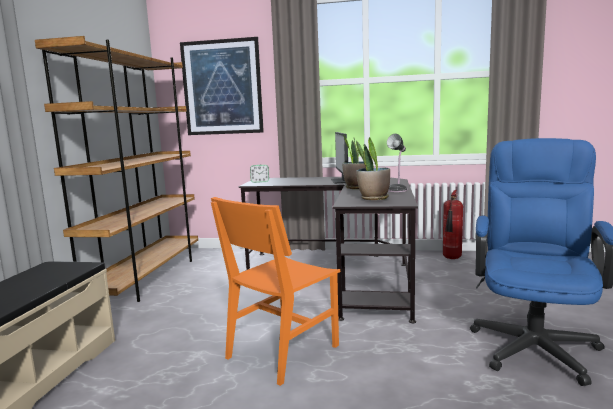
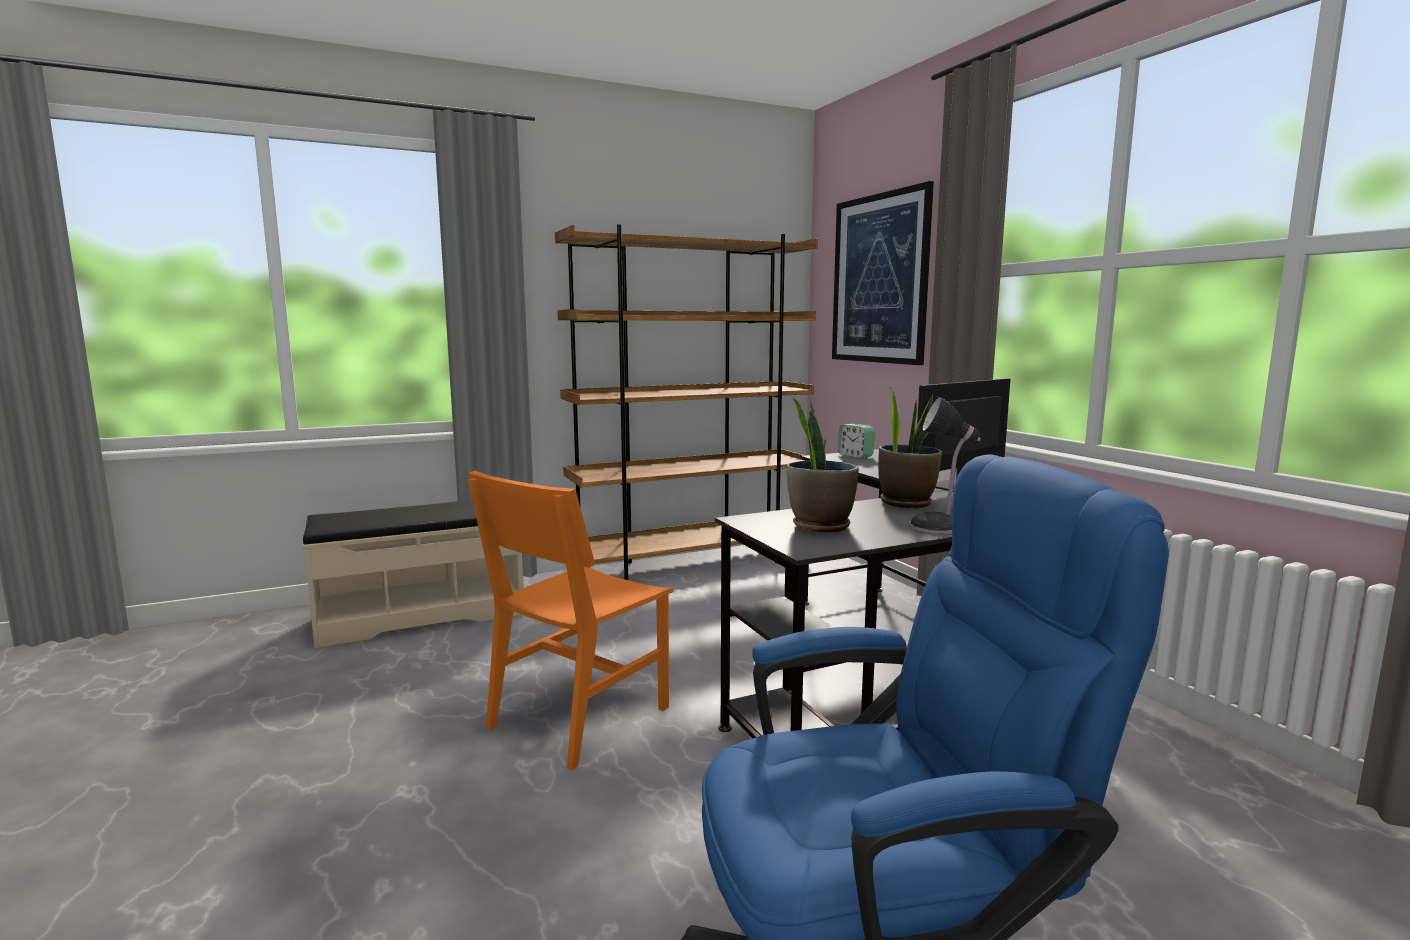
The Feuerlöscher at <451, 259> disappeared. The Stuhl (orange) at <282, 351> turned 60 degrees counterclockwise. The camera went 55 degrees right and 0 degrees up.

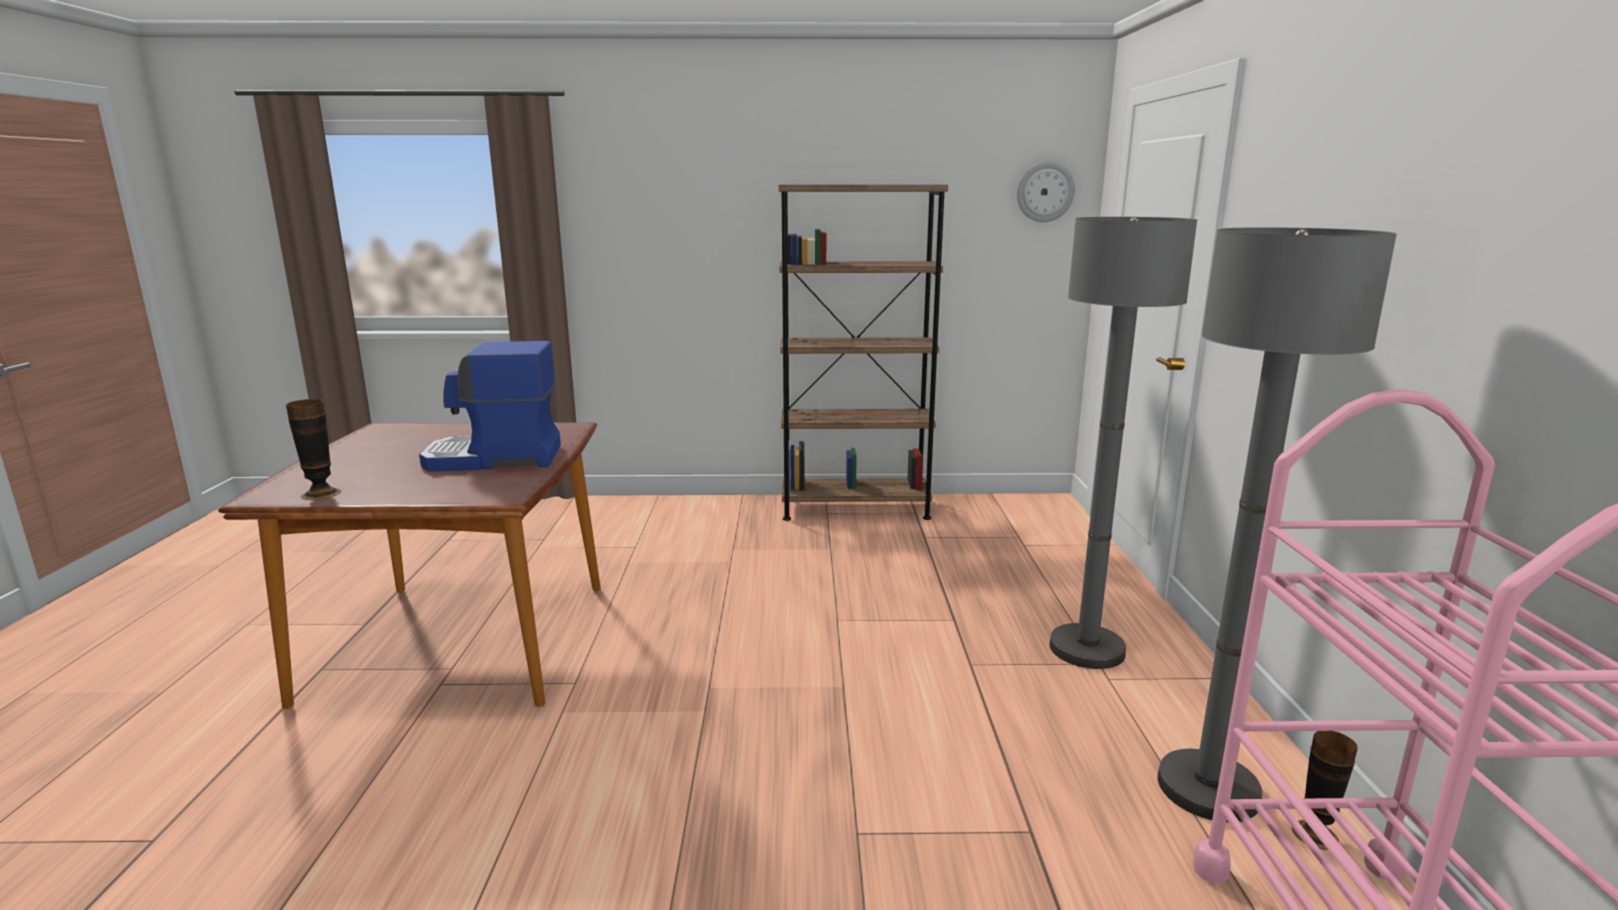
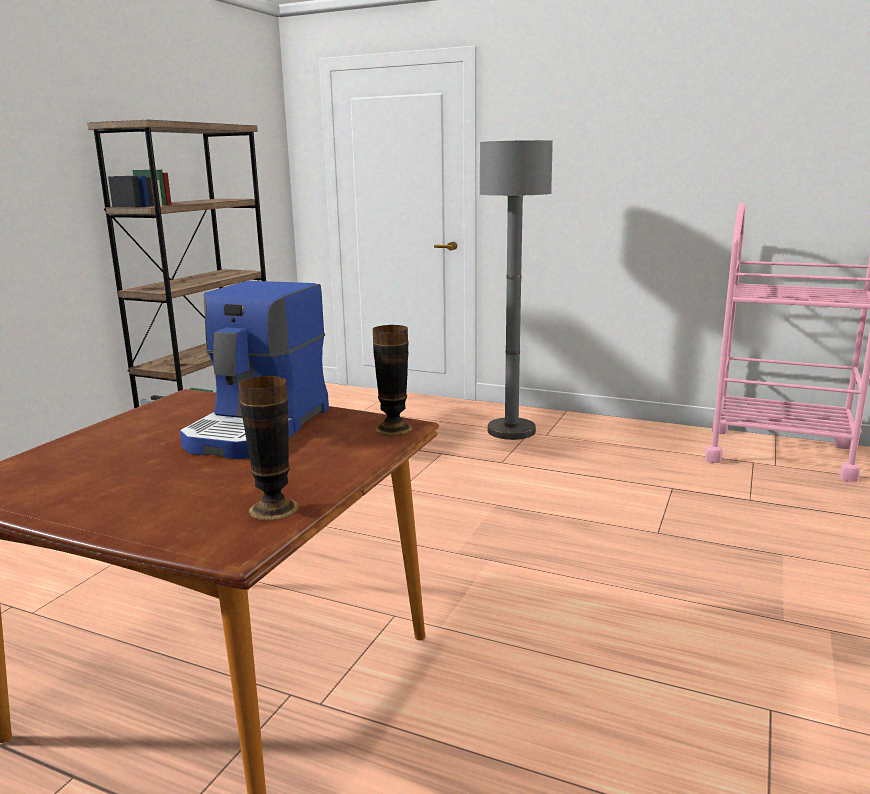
The Wanduhr at <1045, 192> disappeared. The Stehlampe (grau) at <1208, 788> disappeared. The Vase moved from <1314, 834> to <393, 428>. The camera went 65 degrees left and 0 degrees up.

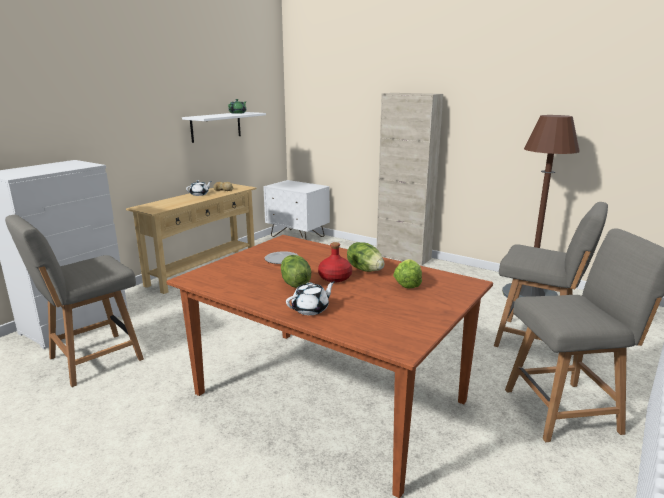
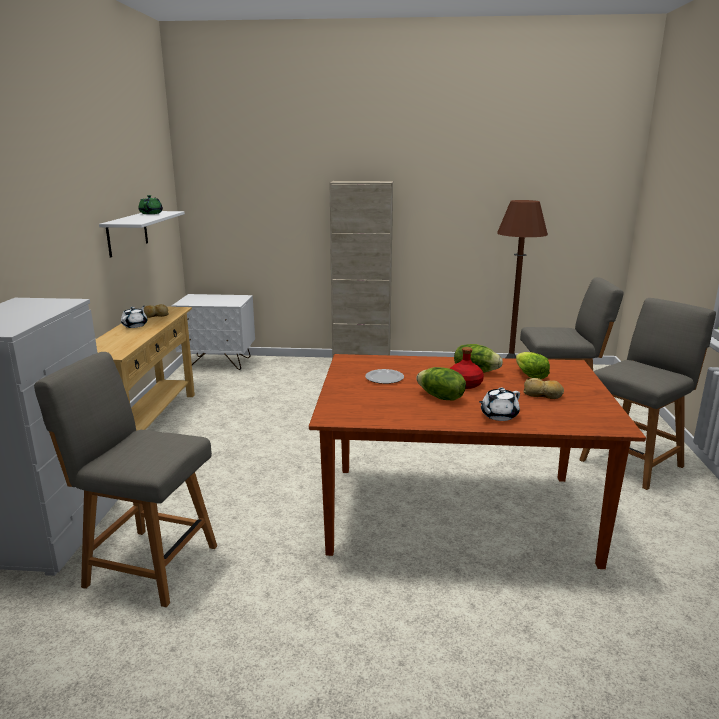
The Stuhl (grau) at <92, 360> turned 90 degrees clockwise. The Teekanne (weiß) at <311, 309> turned 150 degrees counterclockwise. The Brot at <543, 394> appeared. The camera went 30 degrees left and 0 degrees up.

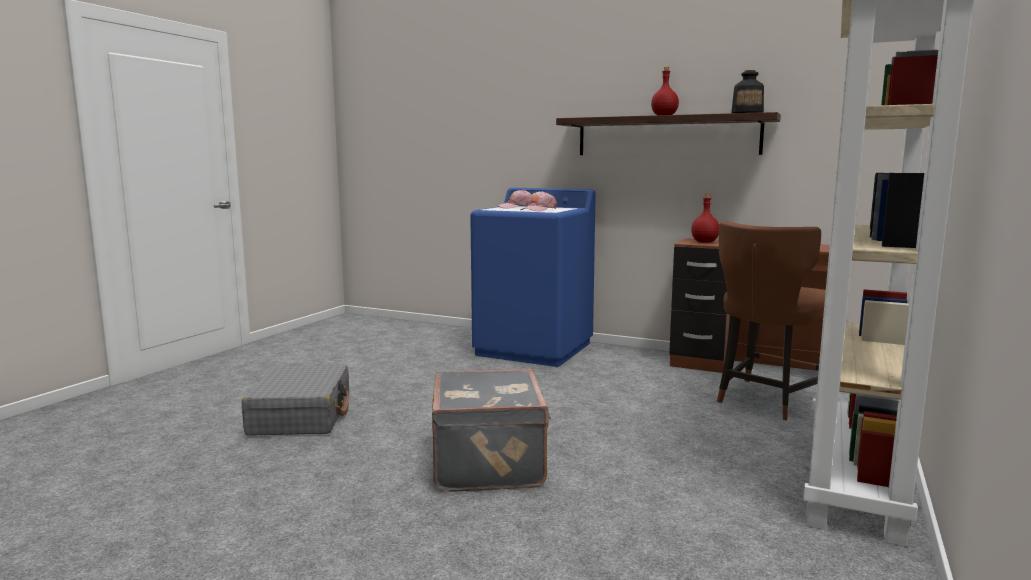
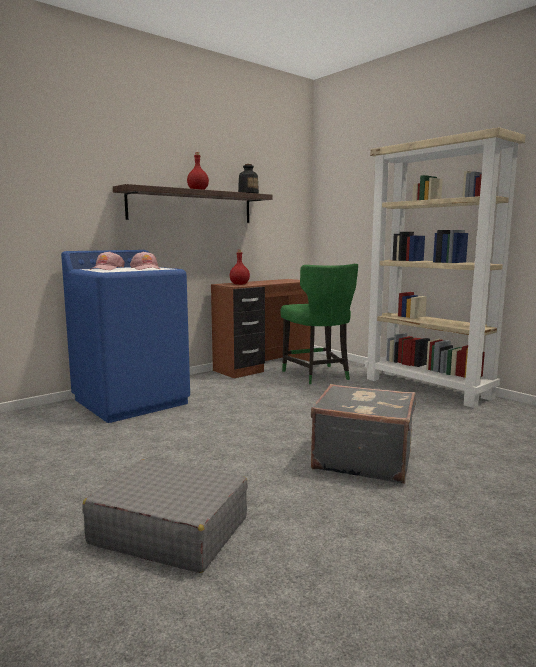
The Stuhl (braun) at <767, 400> became the Stuhl (grün) at <317, 375>. The camera went 65 degrees left and 0 degrees up.

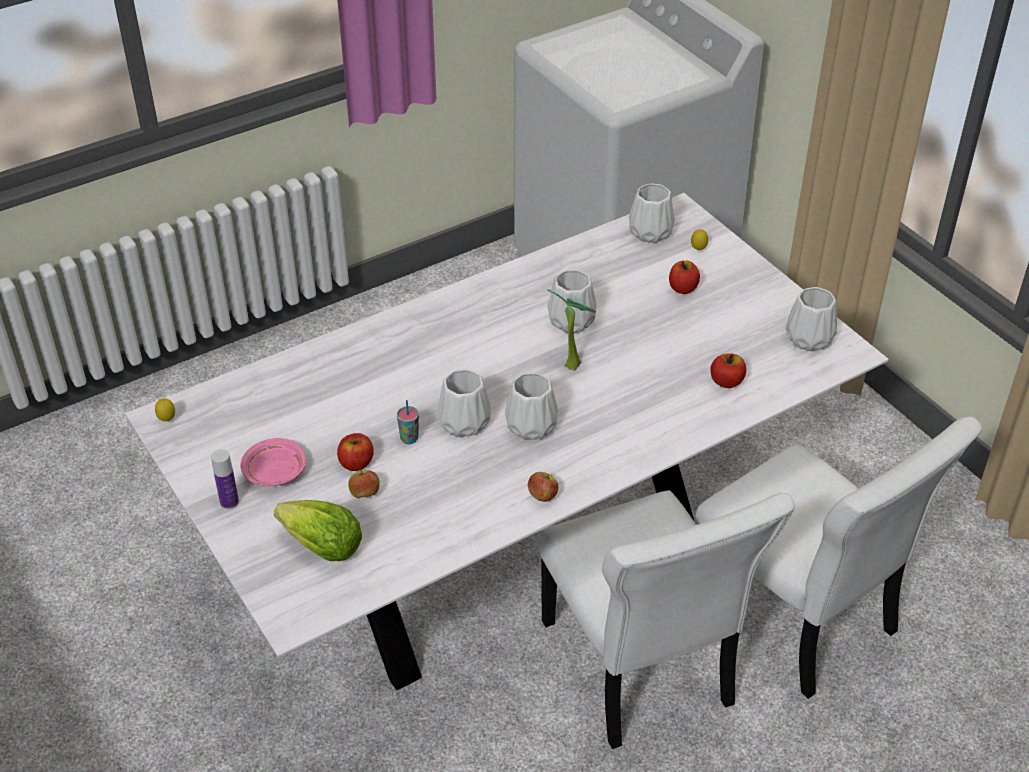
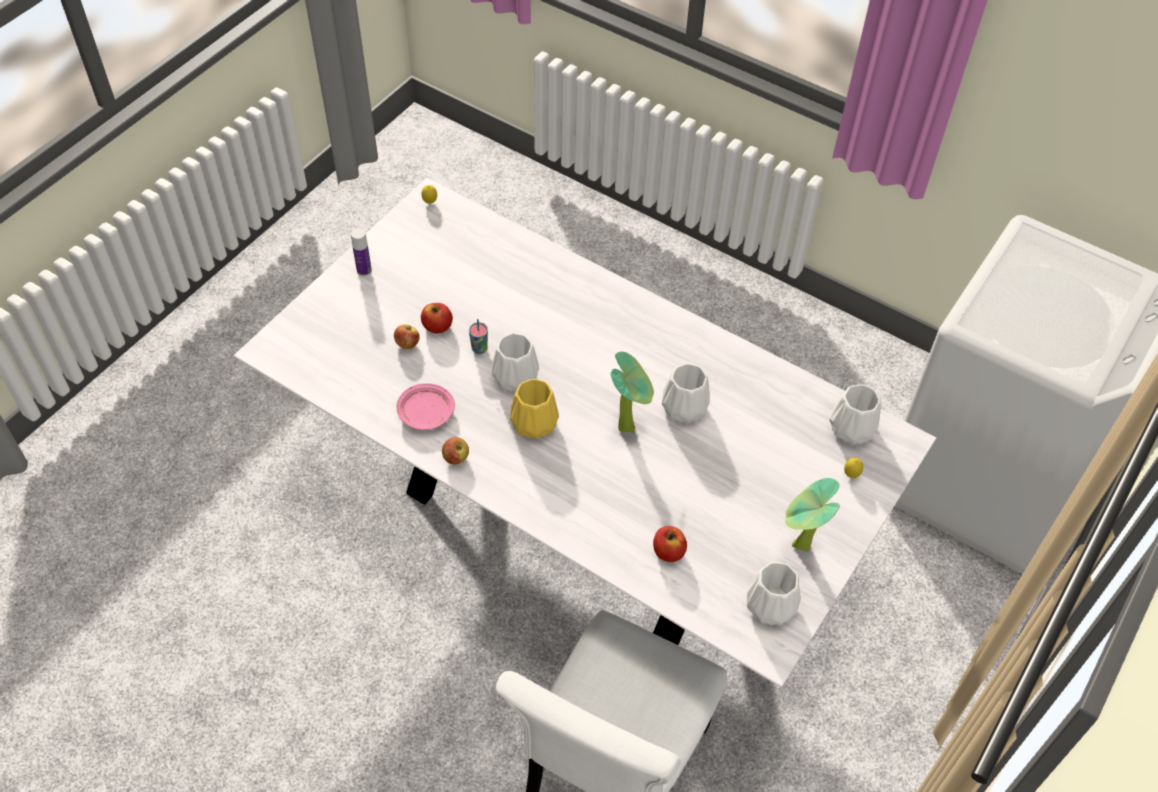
The Apfel at <683, 288> disappeared. The Vase (weiß) at <531, 425> became the Vase (gelb) at <535, 423>. The Teller (rosa) moved from <274, 471> to <425, 413>. The Stuhl (weiß) at <639, 669> disappeared. The Salatkopf at <322, 547> disappeared. The Topfpflanze at <798, 548> appeared. The camera went 65 degrees right and 10 degrees up.

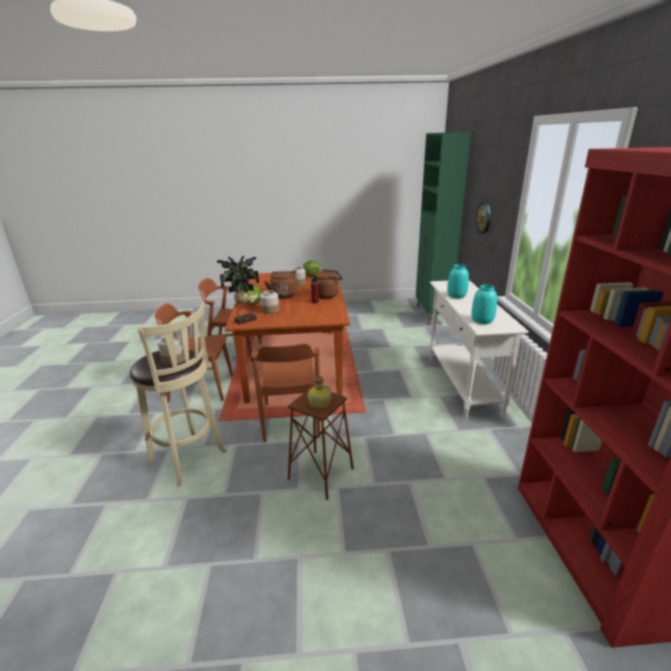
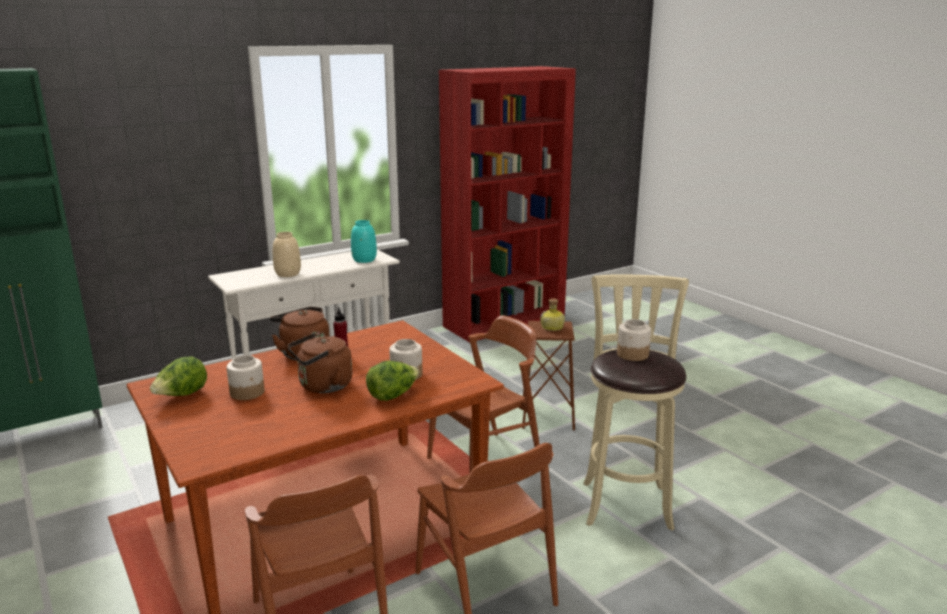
The Wanduhr at <484, 217> disappeared. The Topfpflanze at <244, 320> disappeared. The Vase (türkis) at <456, 295> became the Vase (beige) at <287, 274>. The camera went 120 degrees left and 5 degrees down.

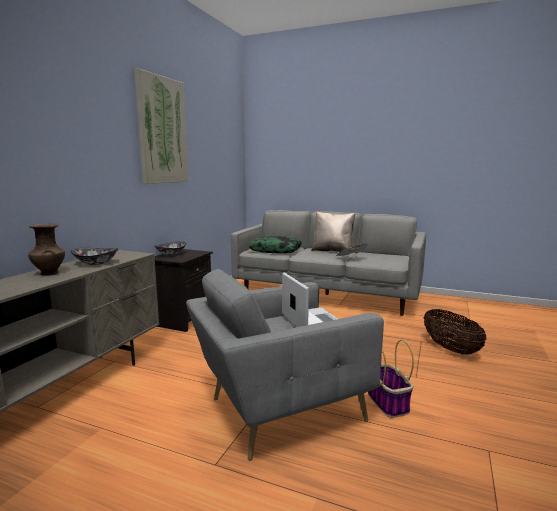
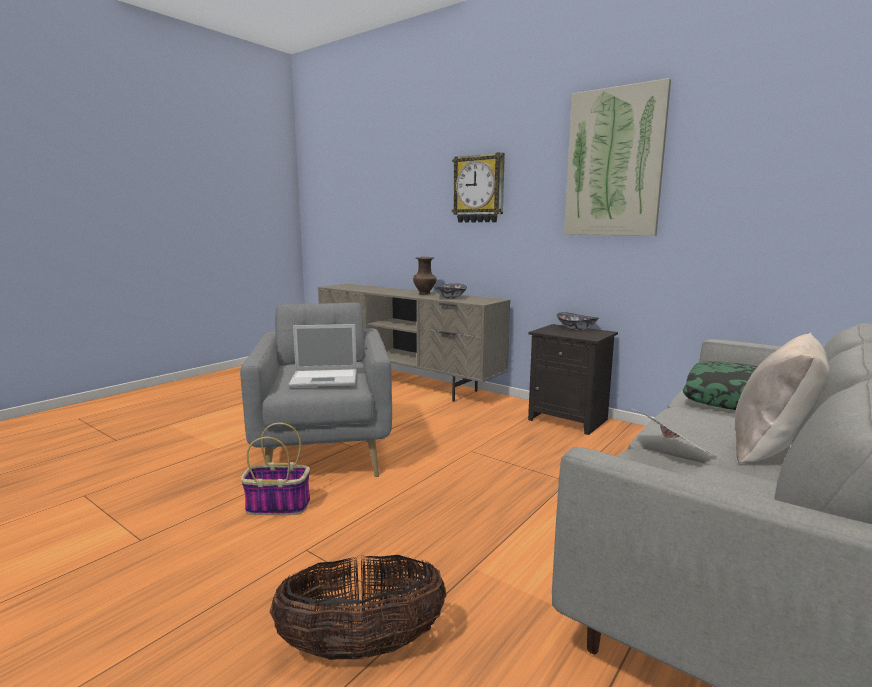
The Wanduhr at <479, 189> appeared. The camera went 105 degrees right and 0 degrees up.

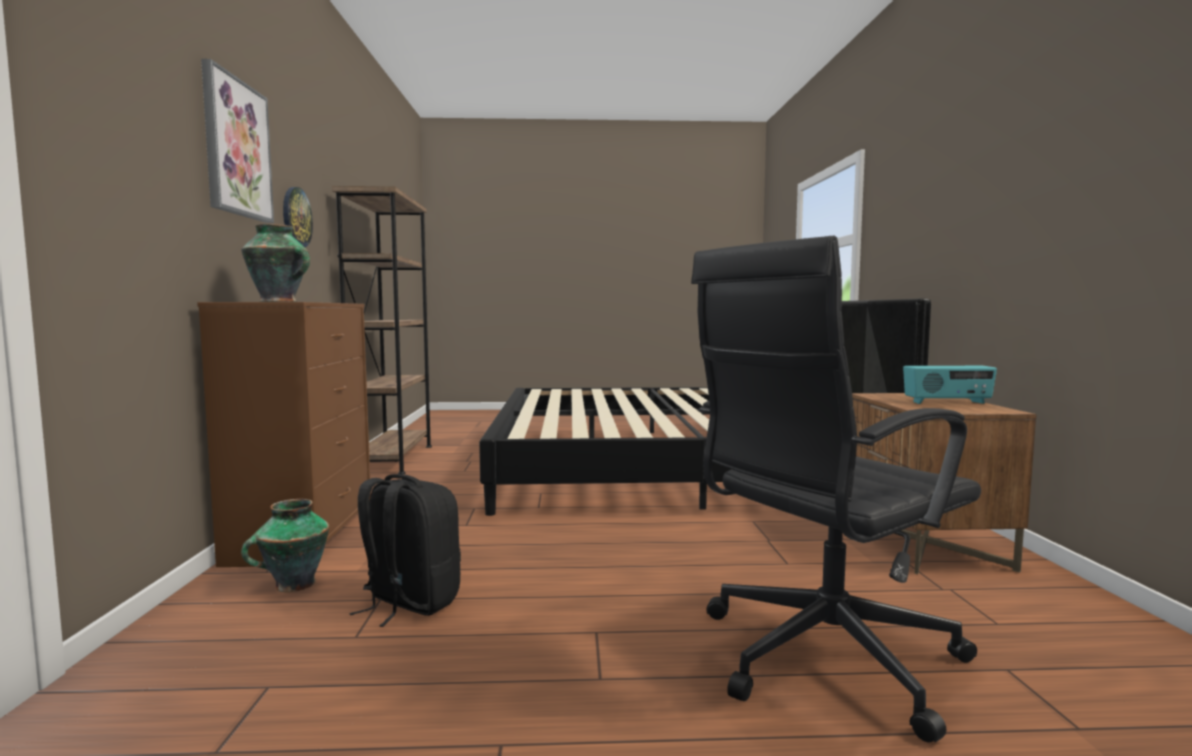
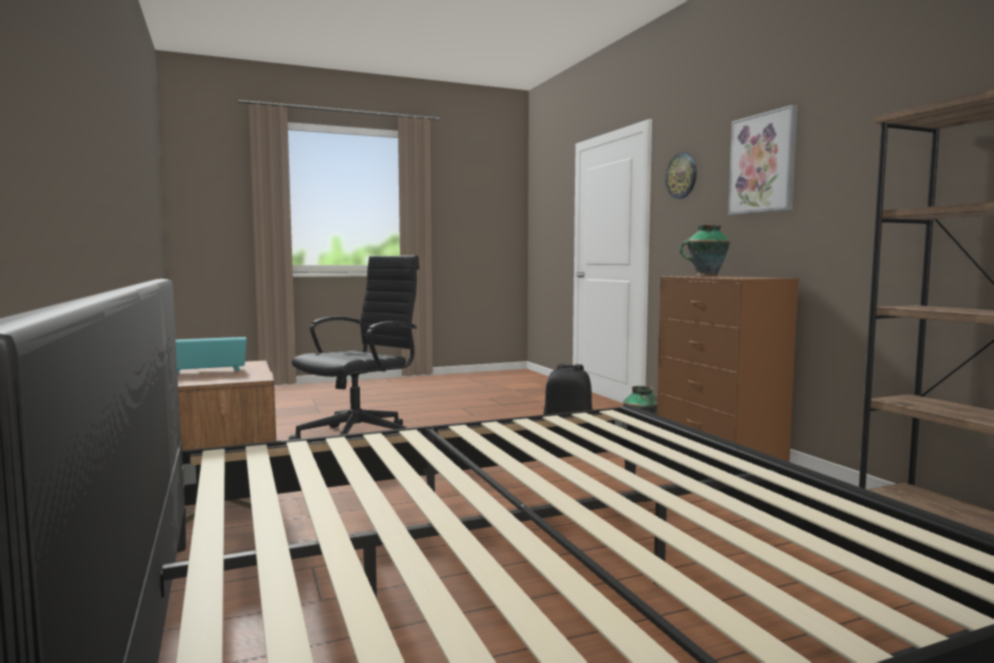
The Wanduhr moved from <296, 217> to <681, 175>. The camera went 160 degrees right and 0 degrees up.

